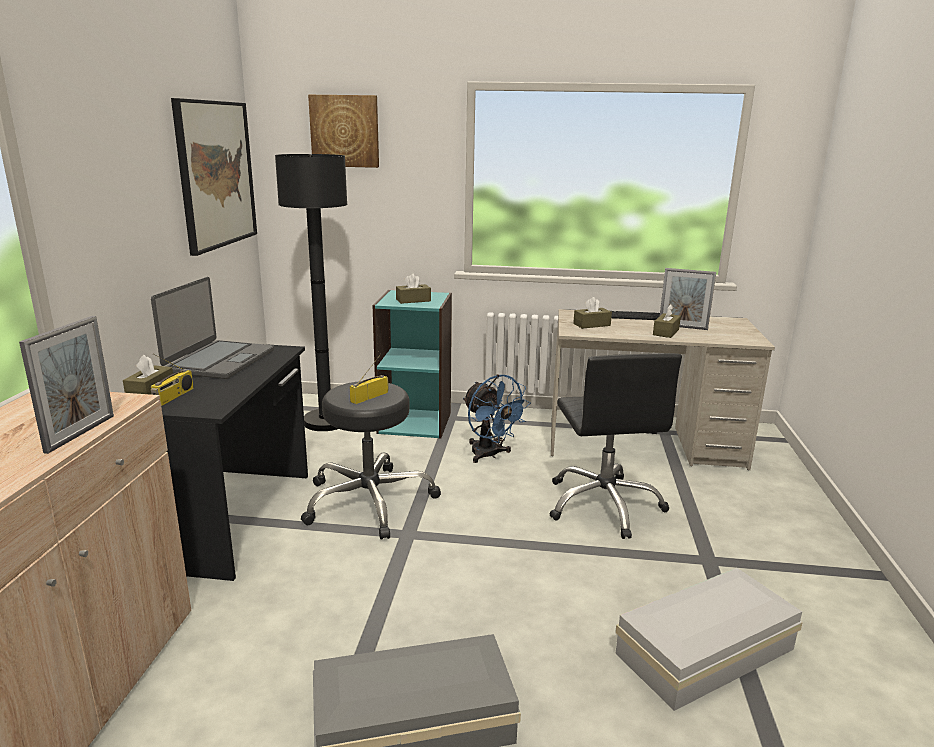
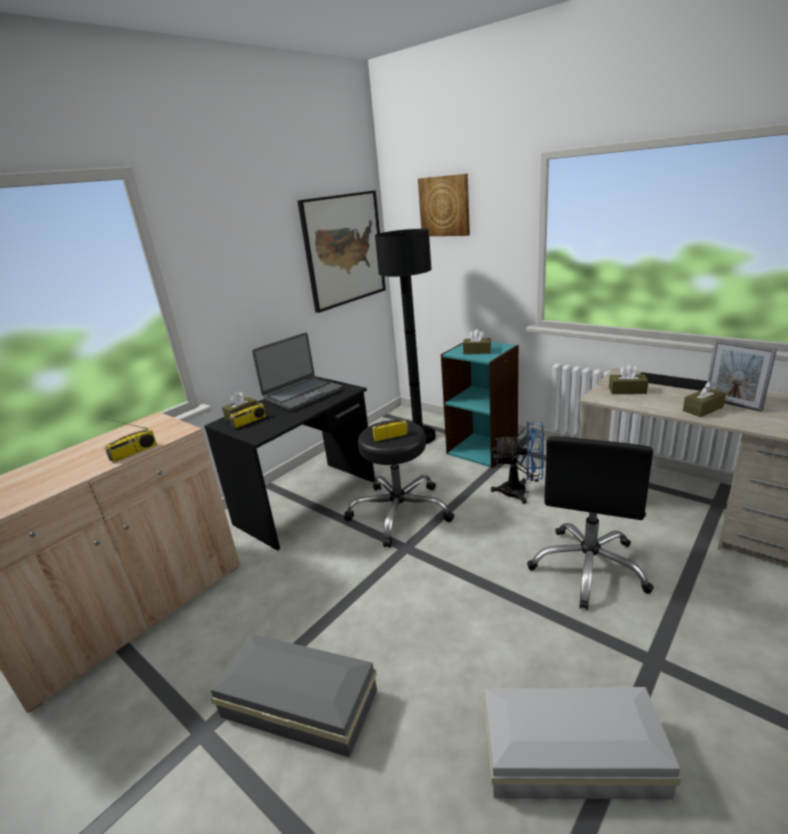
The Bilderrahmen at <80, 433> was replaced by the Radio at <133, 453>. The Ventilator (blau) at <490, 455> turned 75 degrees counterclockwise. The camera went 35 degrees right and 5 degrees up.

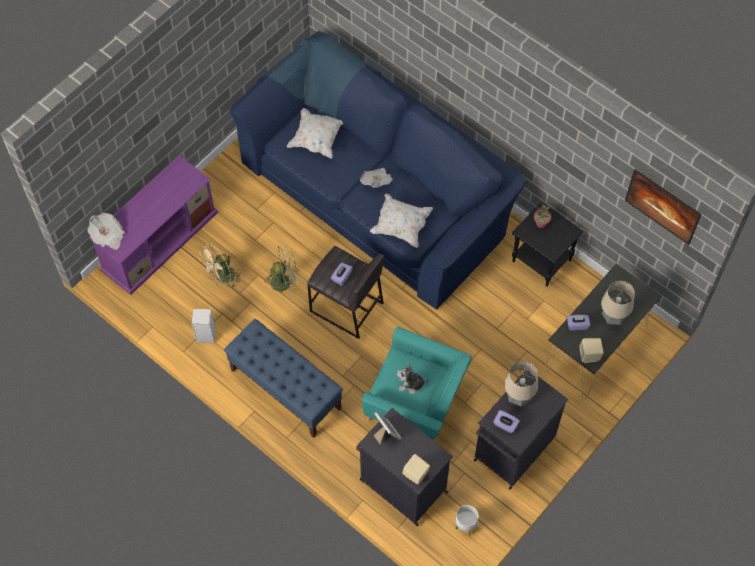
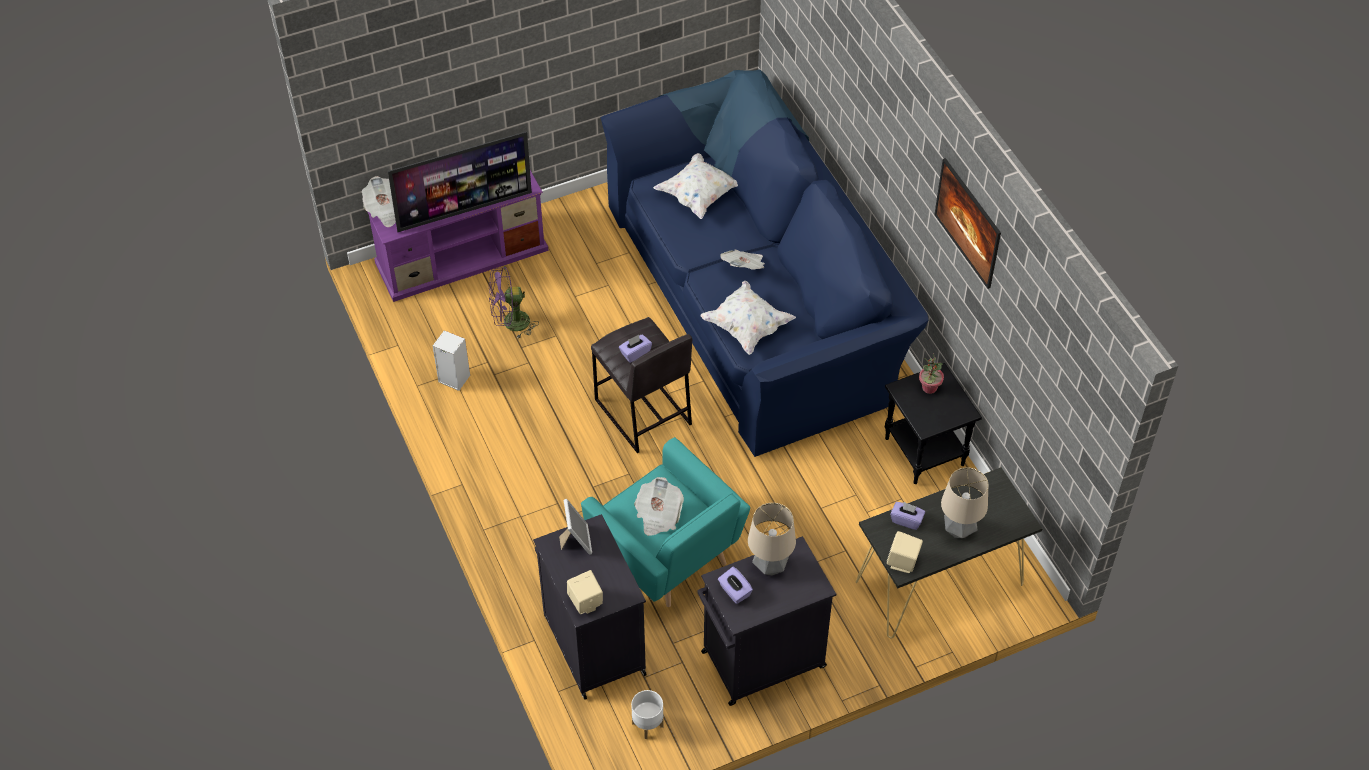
The Bild moved from <660, 214> to <965, 236>. The Ventilator (beige) at <222, 278> became the Ventilator (lila) at <510, 323>. The Ventilator (grün) at <285, 281> disappeared. The Bank (blau) at <285, 389> disappeared. The Plüschtier at <411, 384> was replaced by the Zeitung at <658, 515>. The Fernseher at <464, 210> appeared. The camera went 25 degrees right and 10 degrees down.

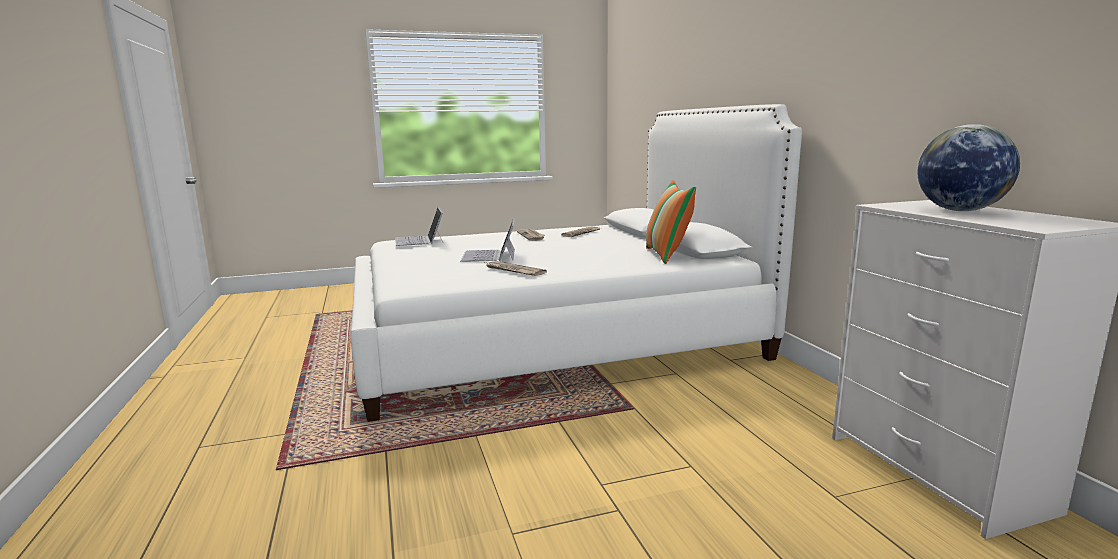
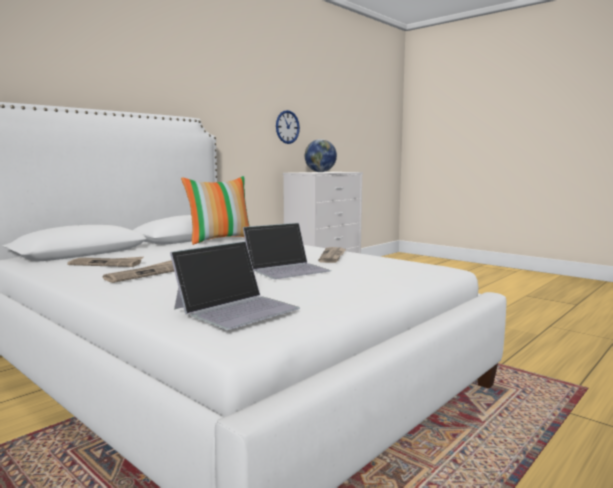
The Wanduhr at <287, 127> appeared. The camera went 120 degrees left and 5 degrees down.

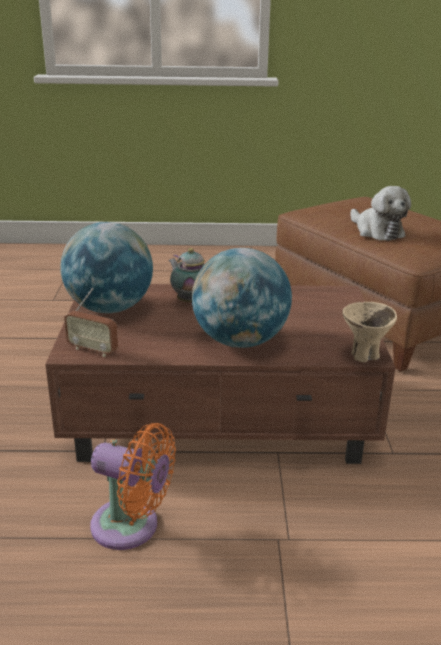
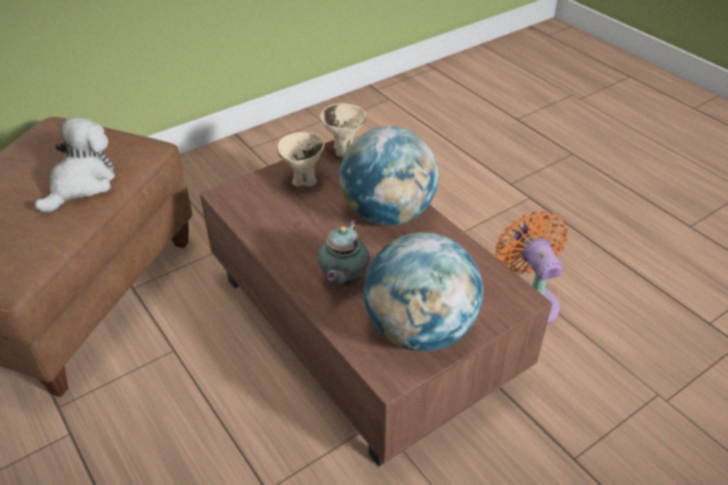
The Radio at <93, 350> disappeared. The Schüssel (beige) at <304, 181> appeared. The camera went 125 degrees left and 15 degrees up.

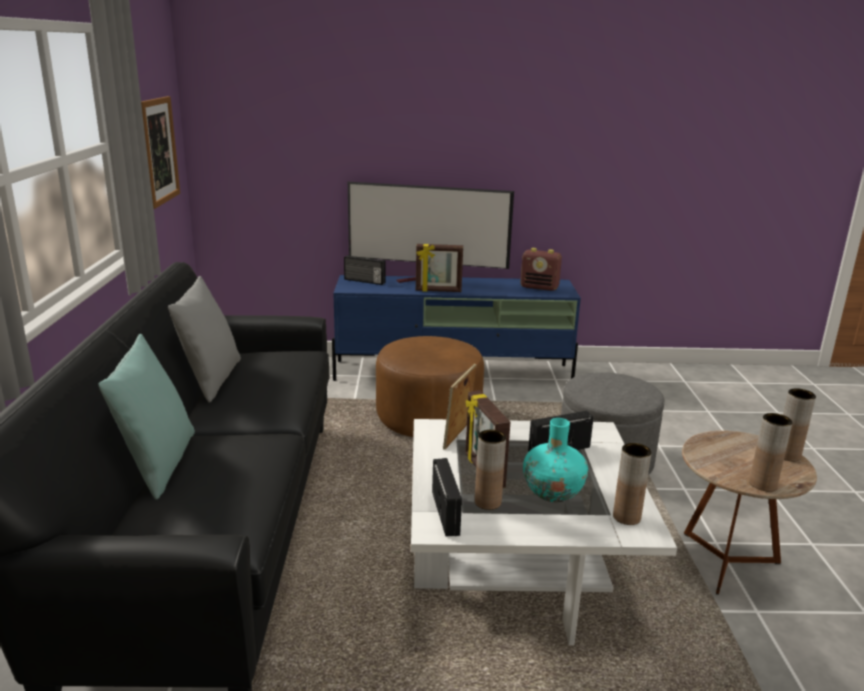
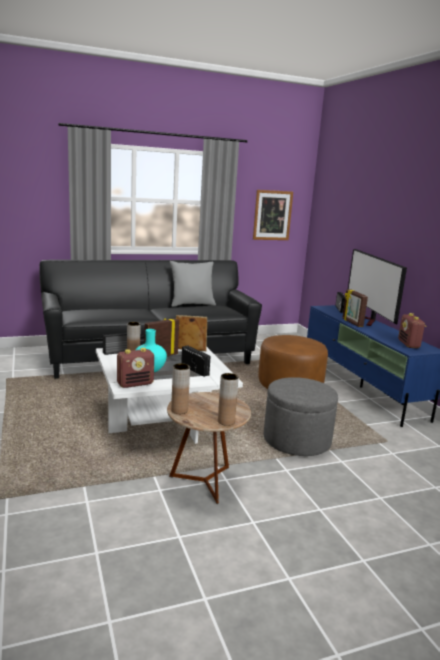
The Kissen (türkis) at <158, 465> disappeared. The Vase (braun) at <626, 517> was replaced by the Radio at <135, 384>. The camera went 70 degrees right and 5 degrees down.

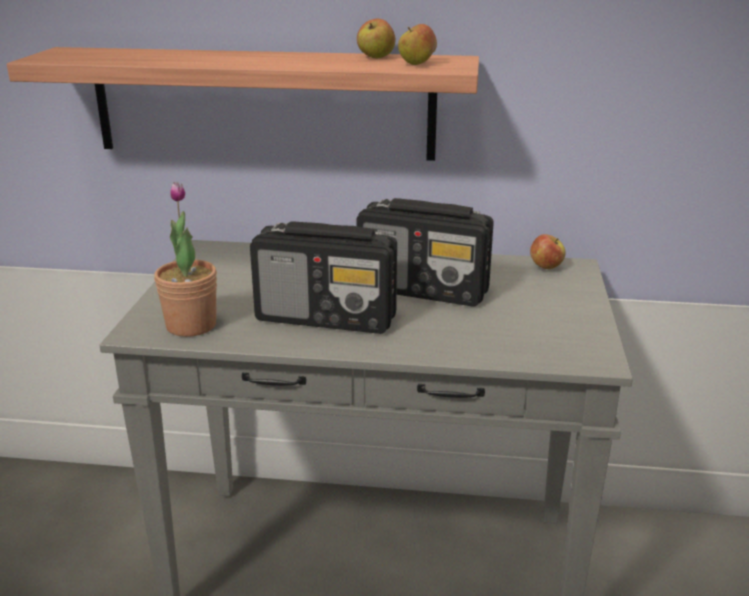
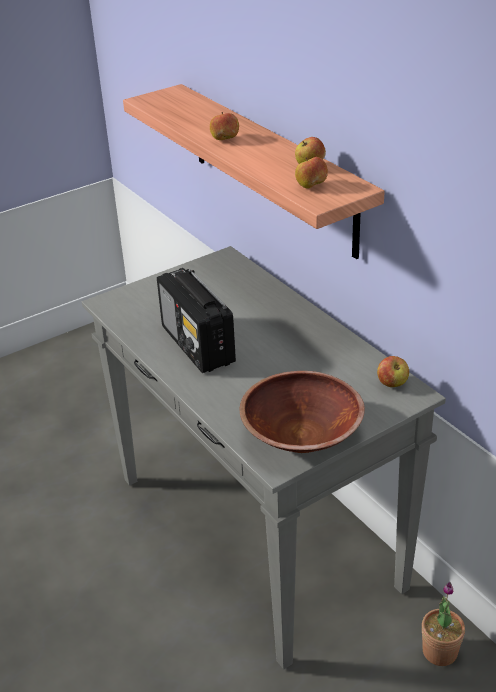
The Topfpflanze moved from <191, 325> to <439, 651>. The Radio at <424, 290> disappeared. The Apfel at <225, 139> appeared. The Schüssel (braun) at <301, 437> appeared. The camera went 50 degrees right and 10 degrees up.

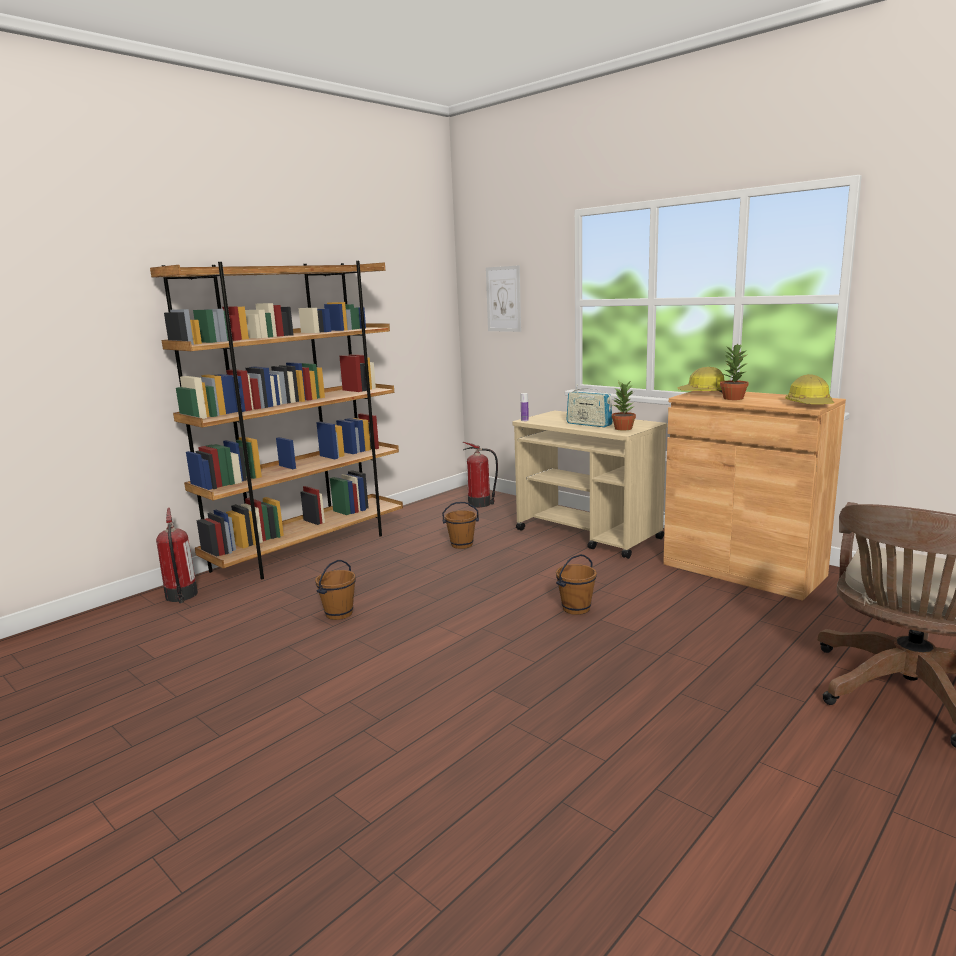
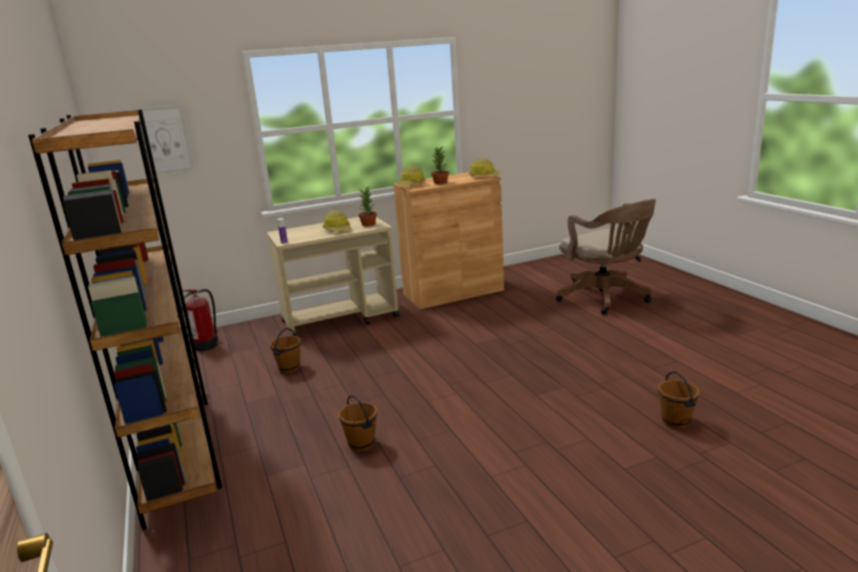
The Radio at <589, 424> was replaced by the Schutzhelm at <338, 229>. The Feuerlöscher at <181, 596> disappeared. The Eimer (braun) moved from <576, 609> to <676, 422>. The camera went 65 degrees left and 5 degrees up.

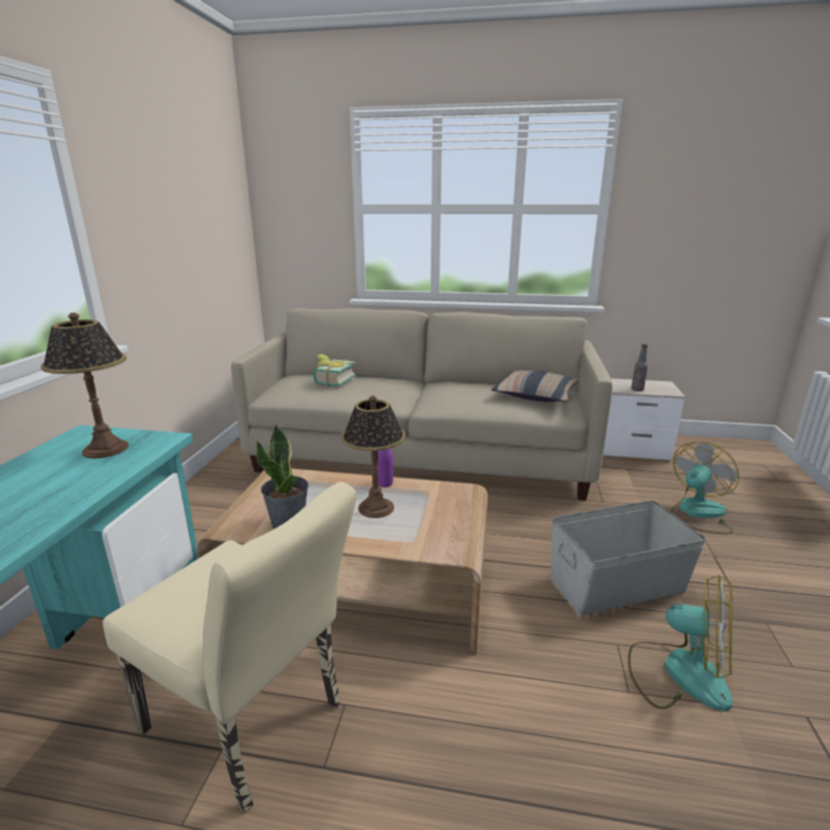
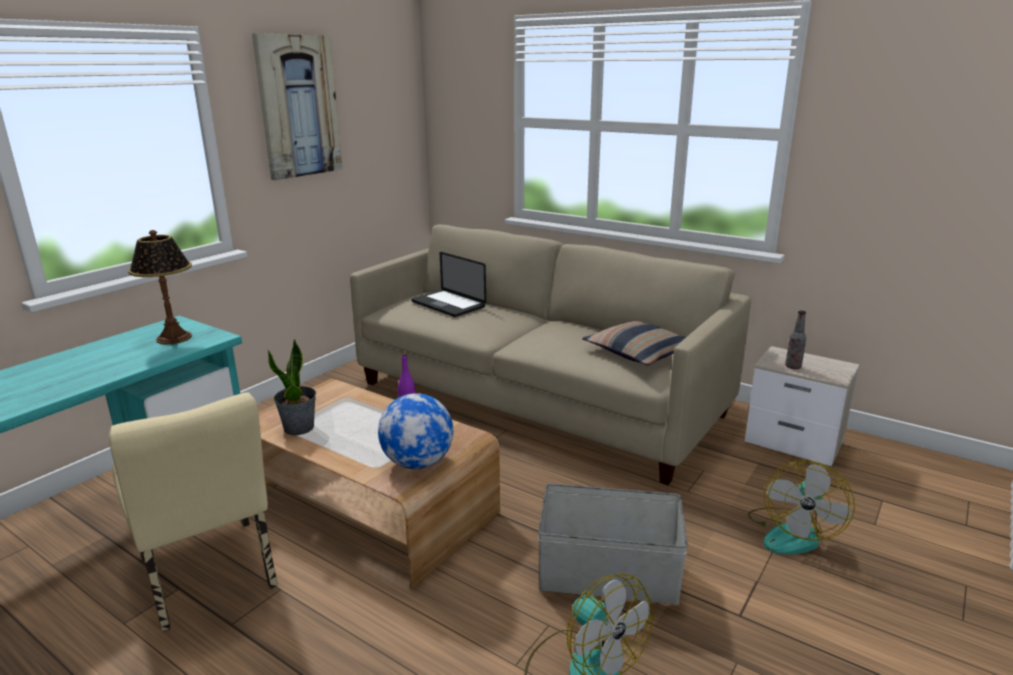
The Buch at <331, 381> was replaced by the Laptop at <448, 304>. The Tischlampe at <376, 508> disappeared. The Ventilator at <697, 513> turned 135 degrees clockwise. The Bild at <298, 107> appeared. The Globus at <418, 463> appeared. The camera went 25 degrees right and 0 degrees up.

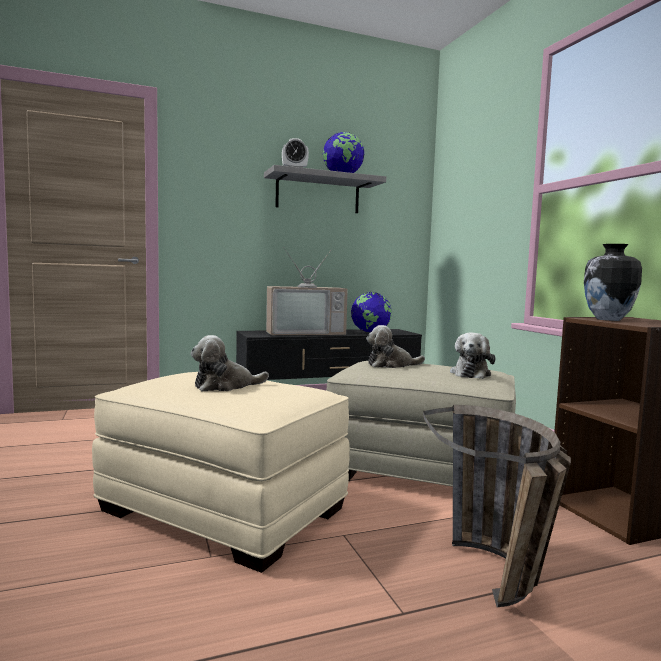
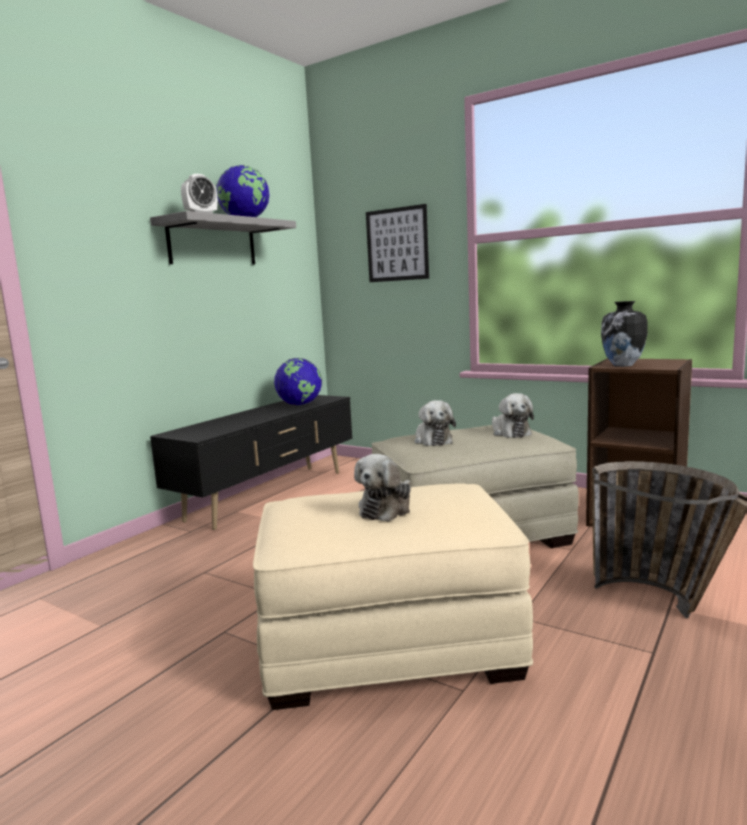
The Fernseher at <305, 332> disappeared. The Plüschtier at <391, 365> turned 60 degrees counterclockwise. The Bild at <397, 244> appeared. The camera went 35 degrees left and 5 degrees up.

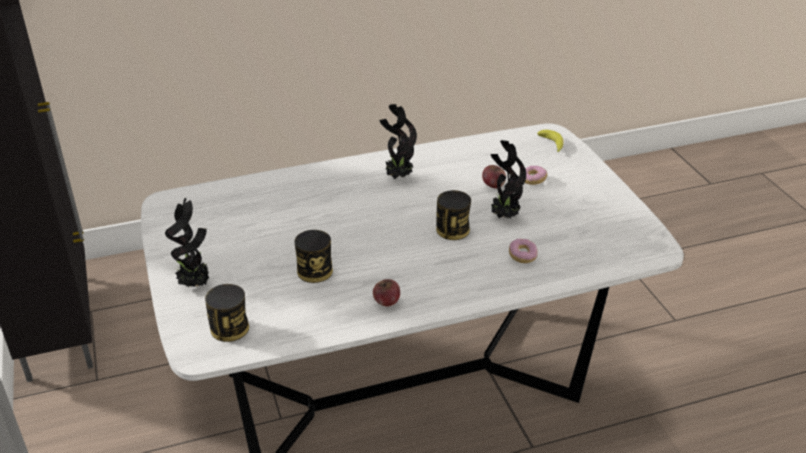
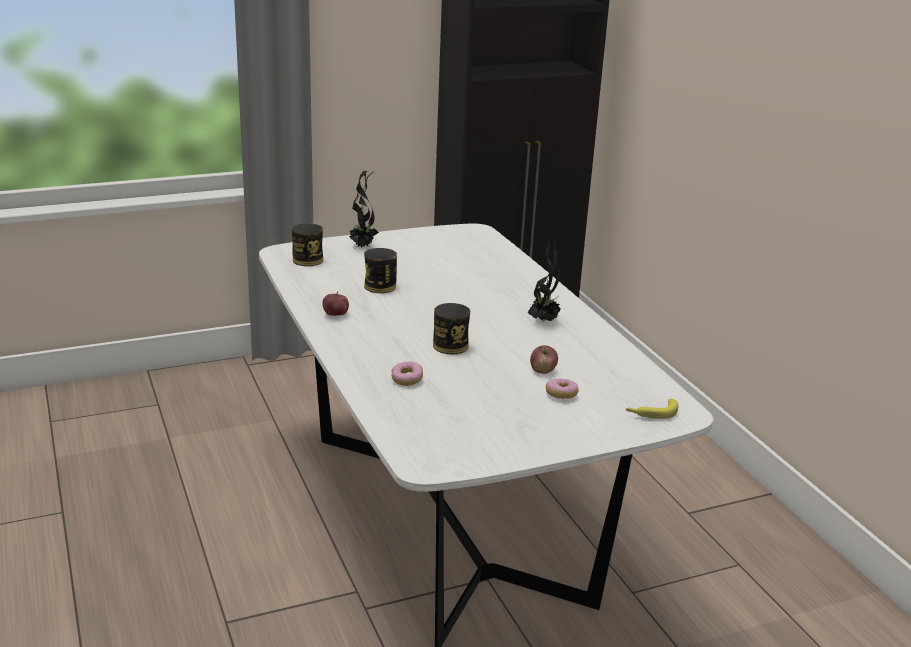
The Topfpflanze at <503, 217> disappeared. The camera went 85 degrees right and 10 degrees down.

